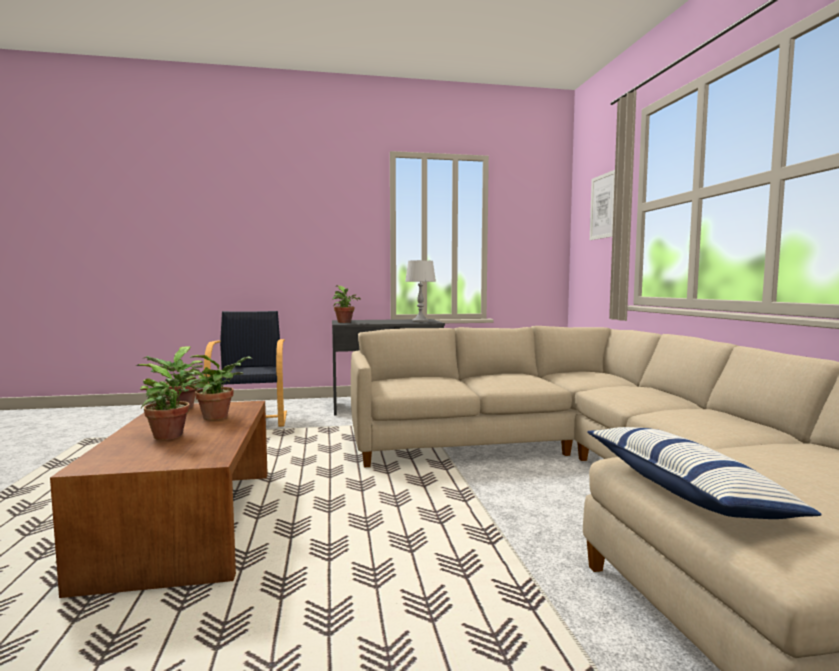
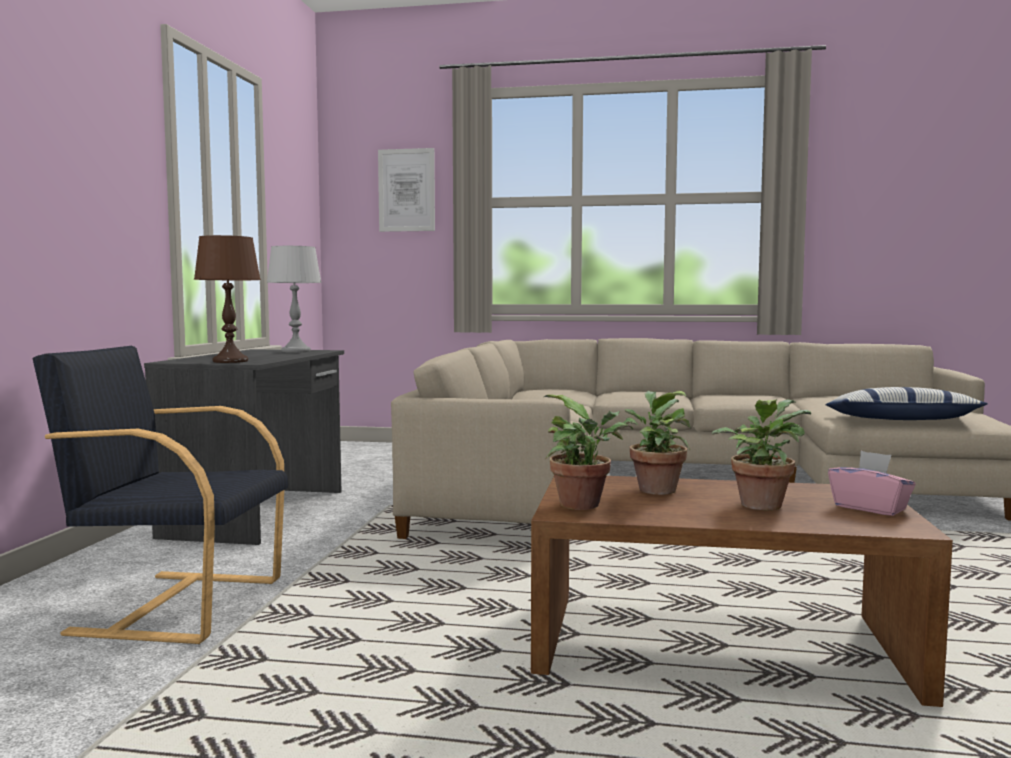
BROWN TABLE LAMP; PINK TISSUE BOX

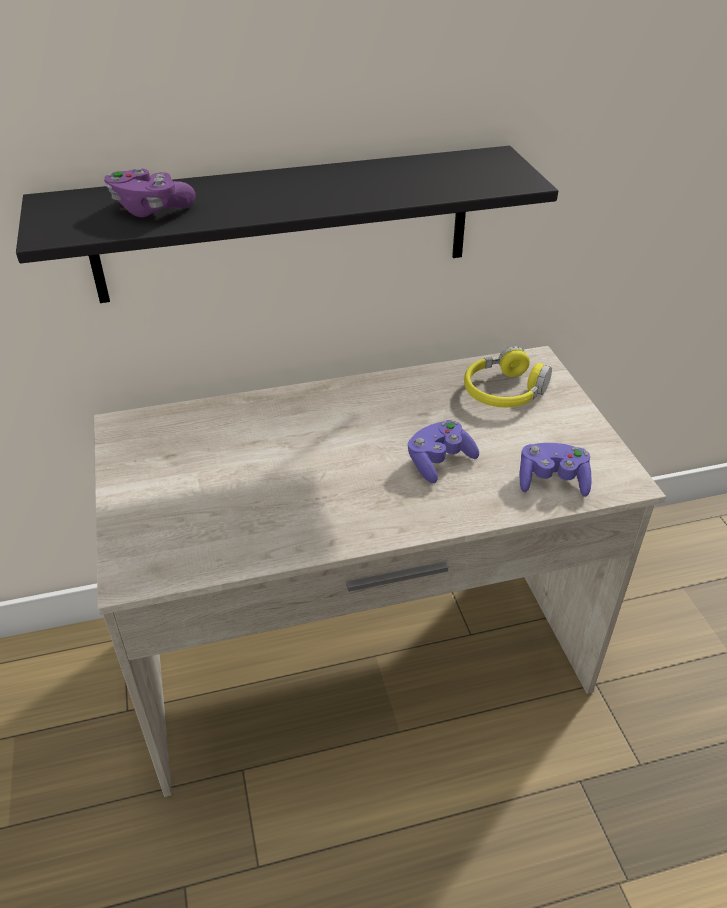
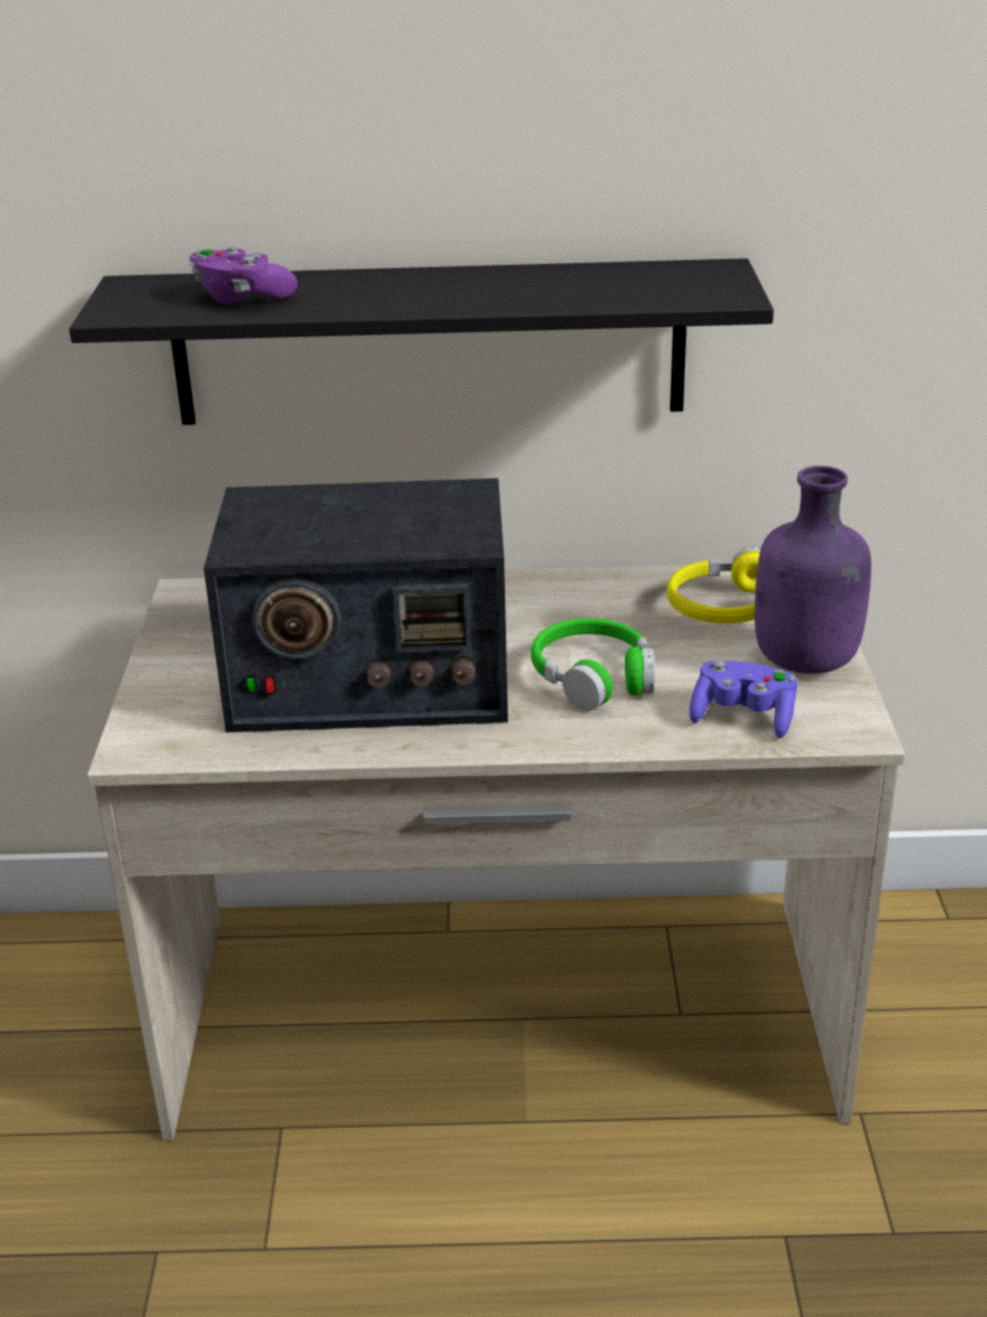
GREEN HEADPHONES; RADIO; PURPLE BOTTLE

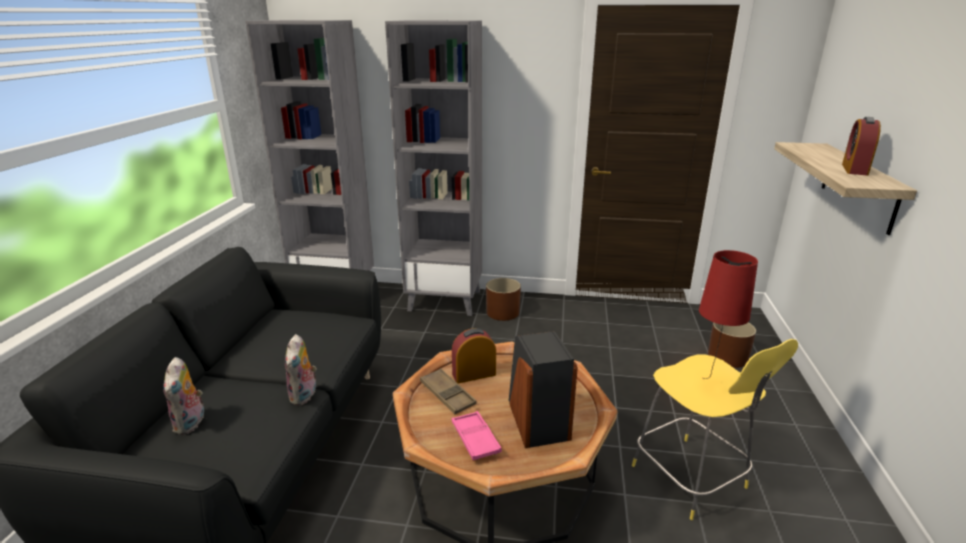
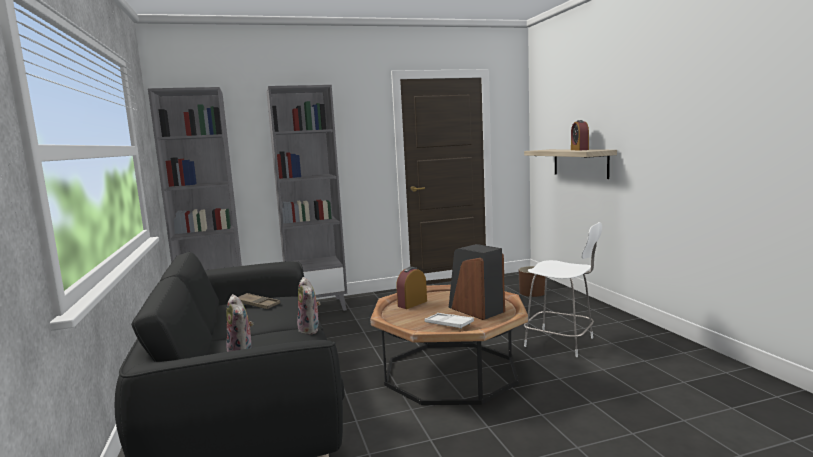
BROWN TRAY; WHITE TRAY; BROWN PLANTER (no. 1 from left in the first image); WHITE STOOL; RED TABLE LAMP

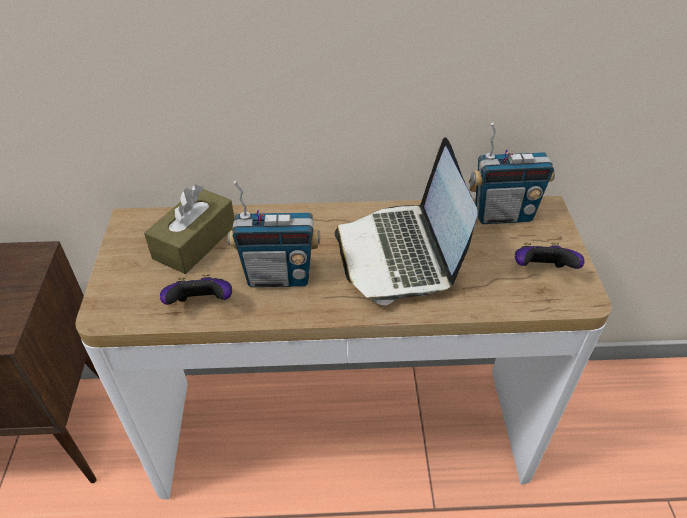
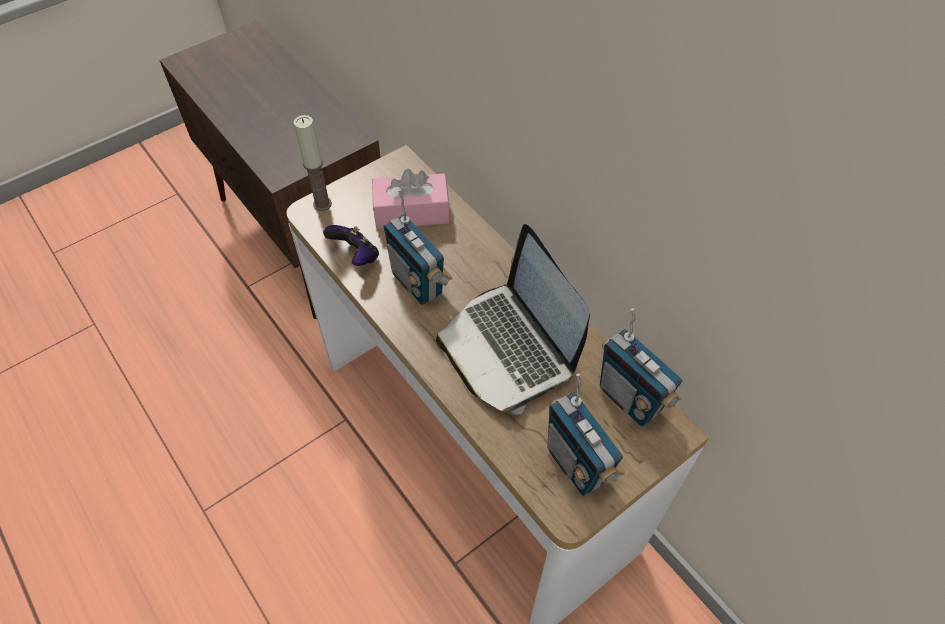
PINK TISSUE BOX; LAPTOP; RADIO (no. 2 from left); CANDLE

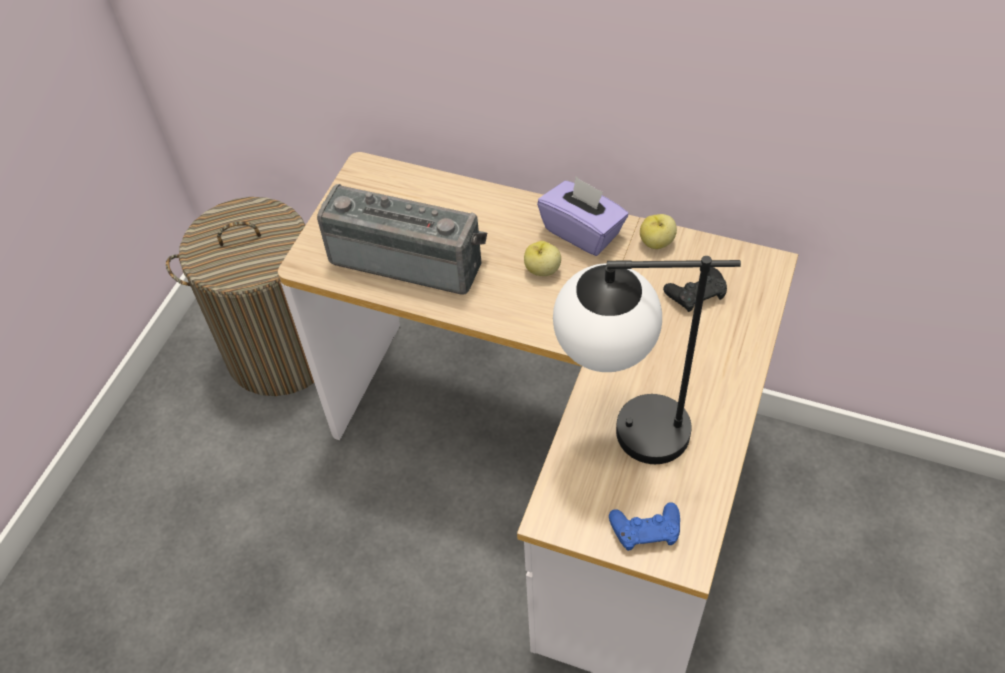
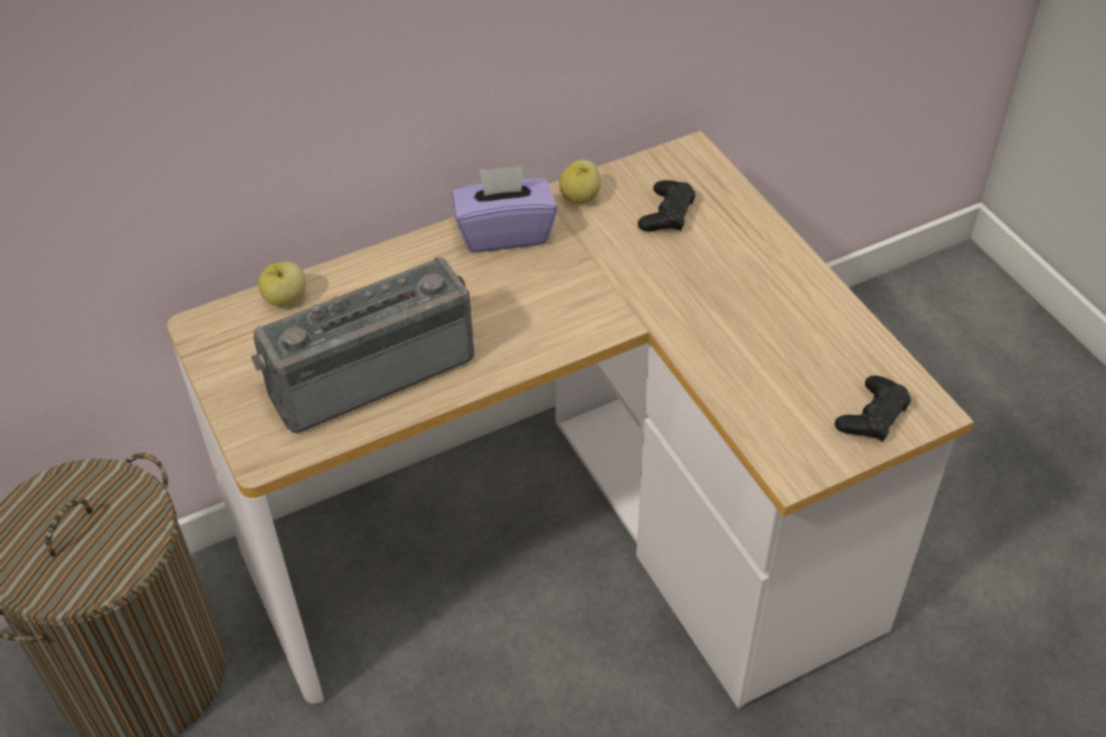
APPLE (no. 1 from left); TABLE LAMP; BLACK GAME CONTROLLER (no. 2 from left)

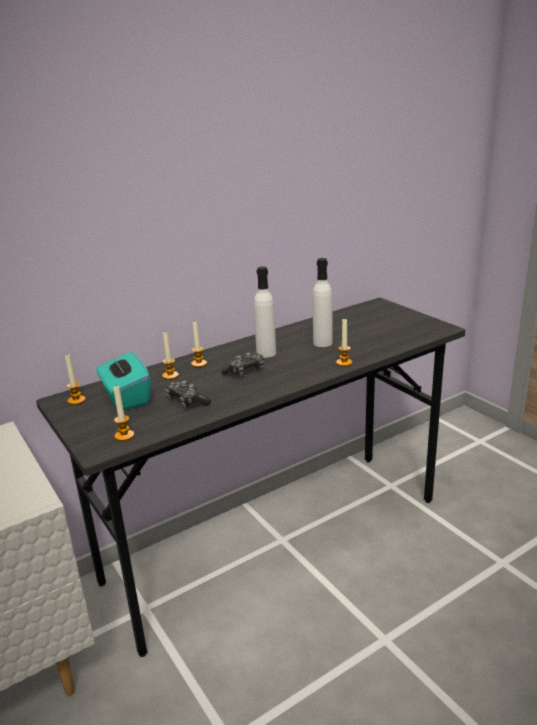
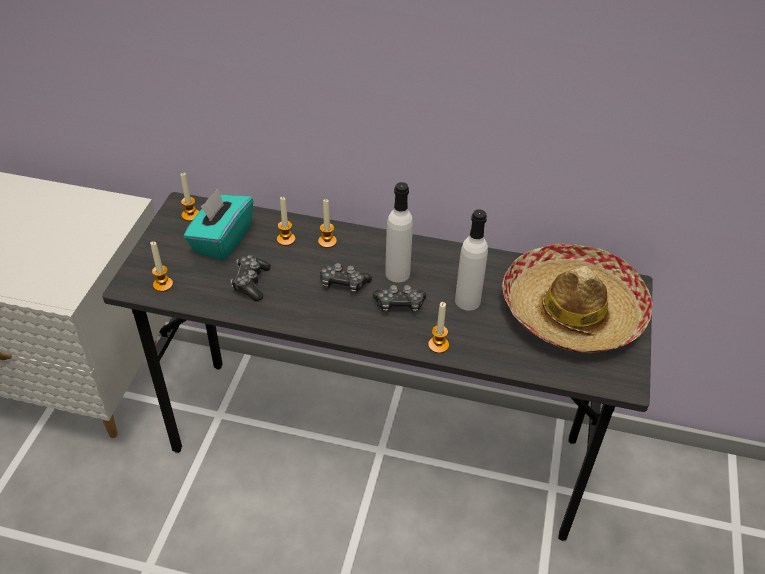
GAME CONTROLLER (no. 3 from left); HAT

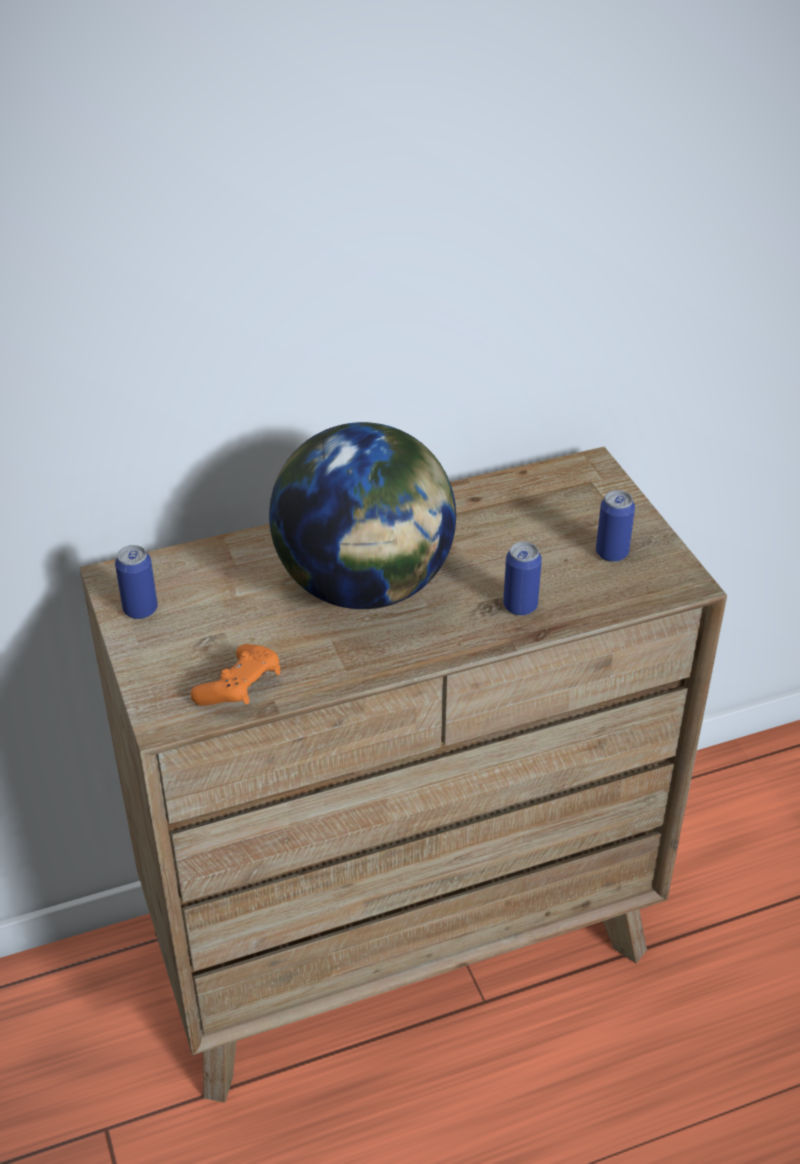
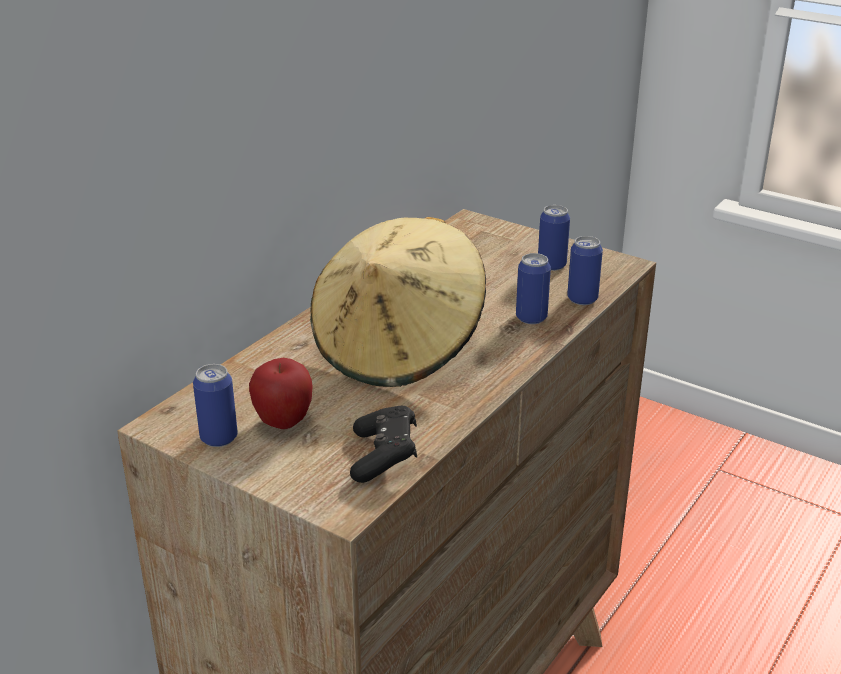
BLACK GAME CONTROLLER; BEIGE HAT; APPLE; CAN (no. 4 from left)

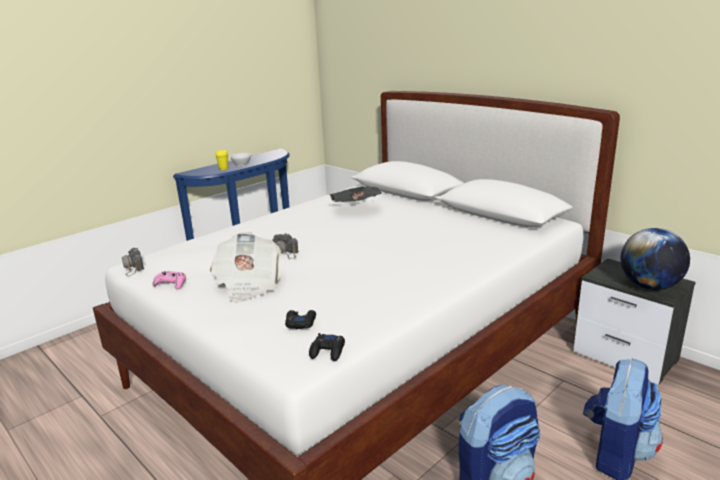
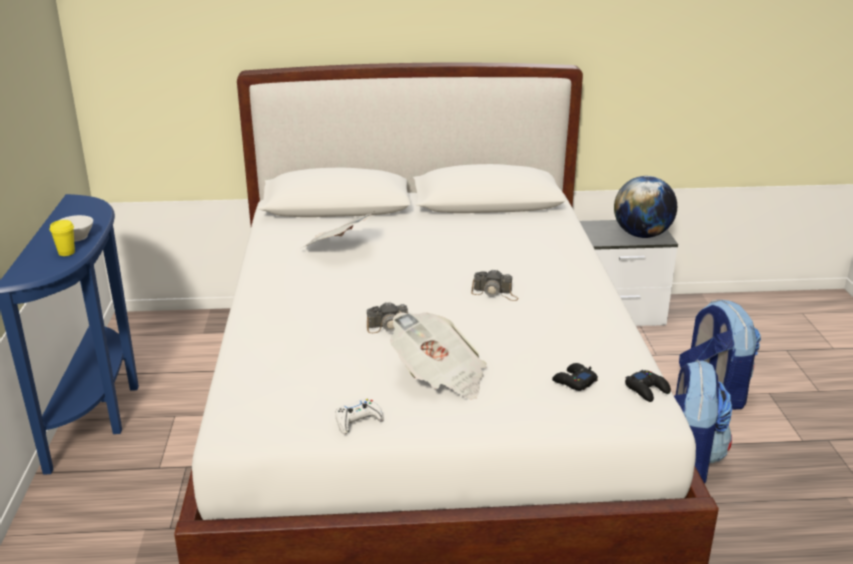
PHOTO CAMERA (no. 2 from left); WHITE GAME CONTROLLER

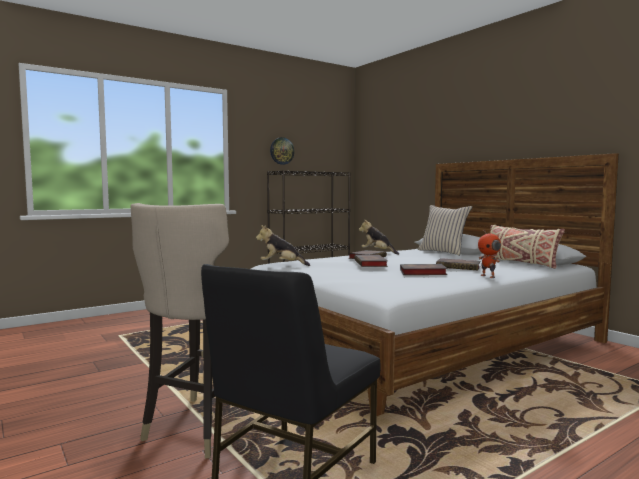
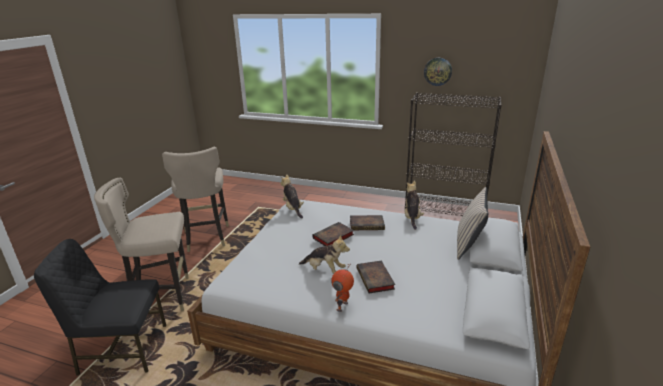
PLUSH TOY (no. 2 from left); BEIGE PILLOW (no. 2 from left in the first image); BEIGE STOOL (no. 2 from left)

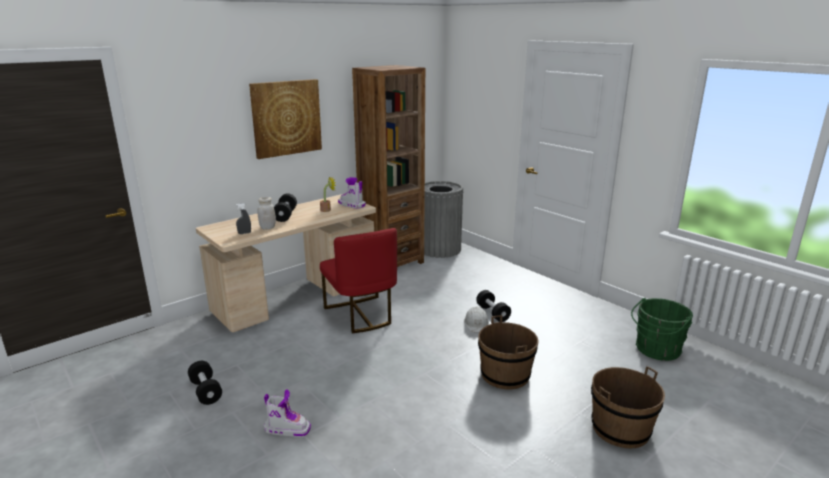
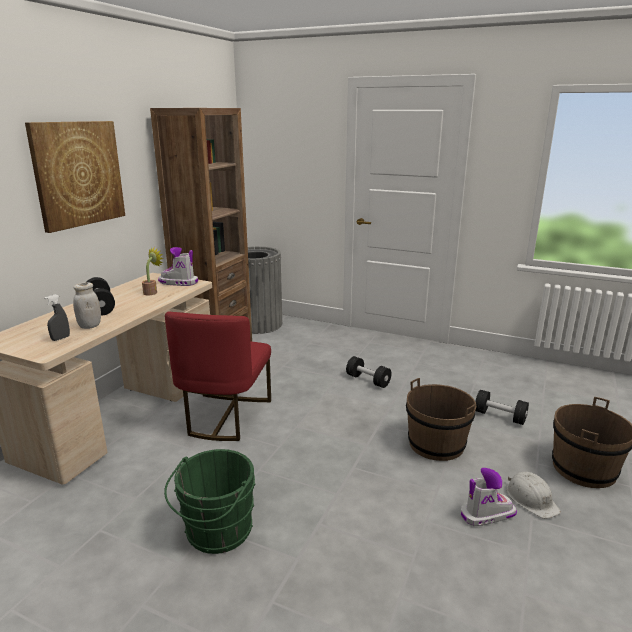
BLACK DUMBBELL (no. 3 from left); BOOT (no. 2 from left); RED CHAIR; WHITE HARD HAT; GREEN BUCKET

